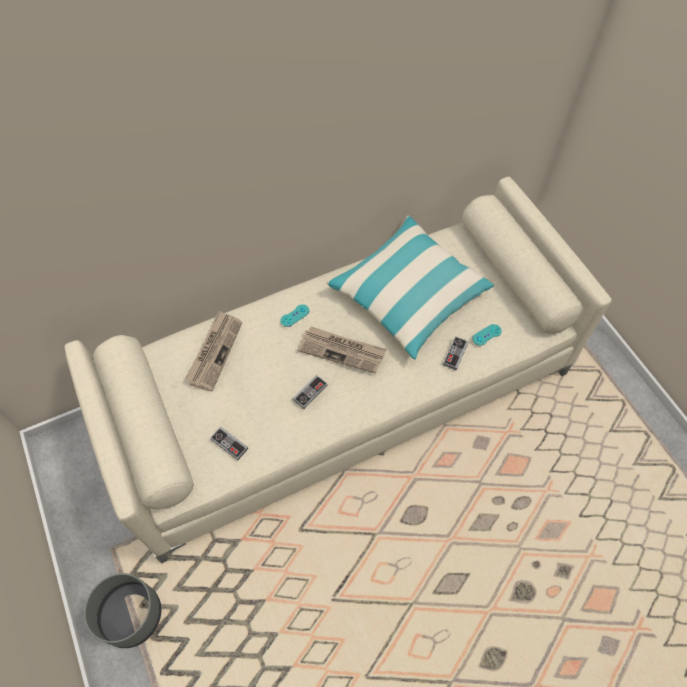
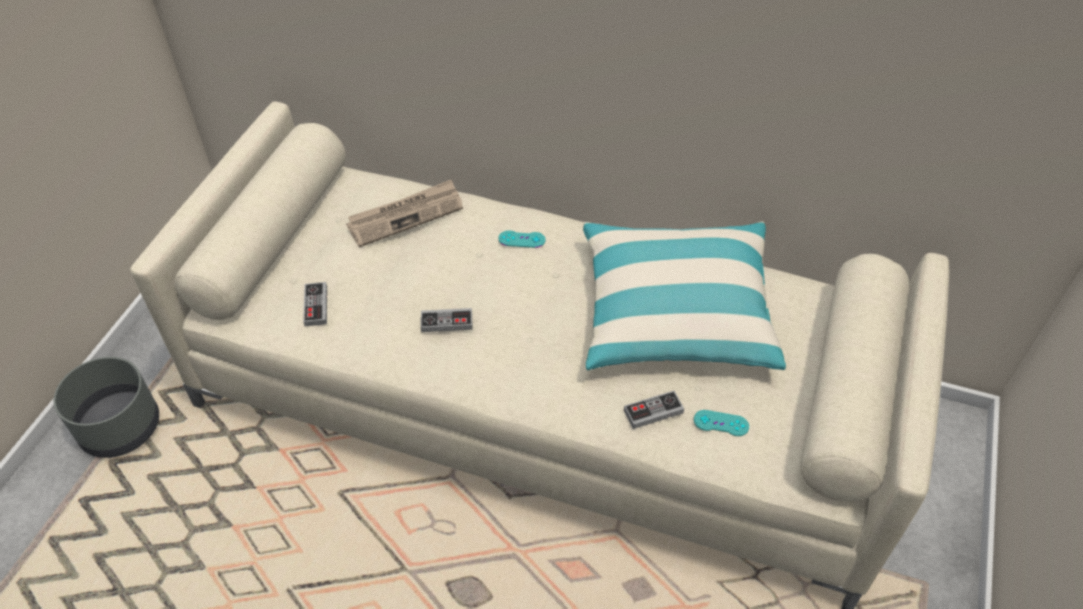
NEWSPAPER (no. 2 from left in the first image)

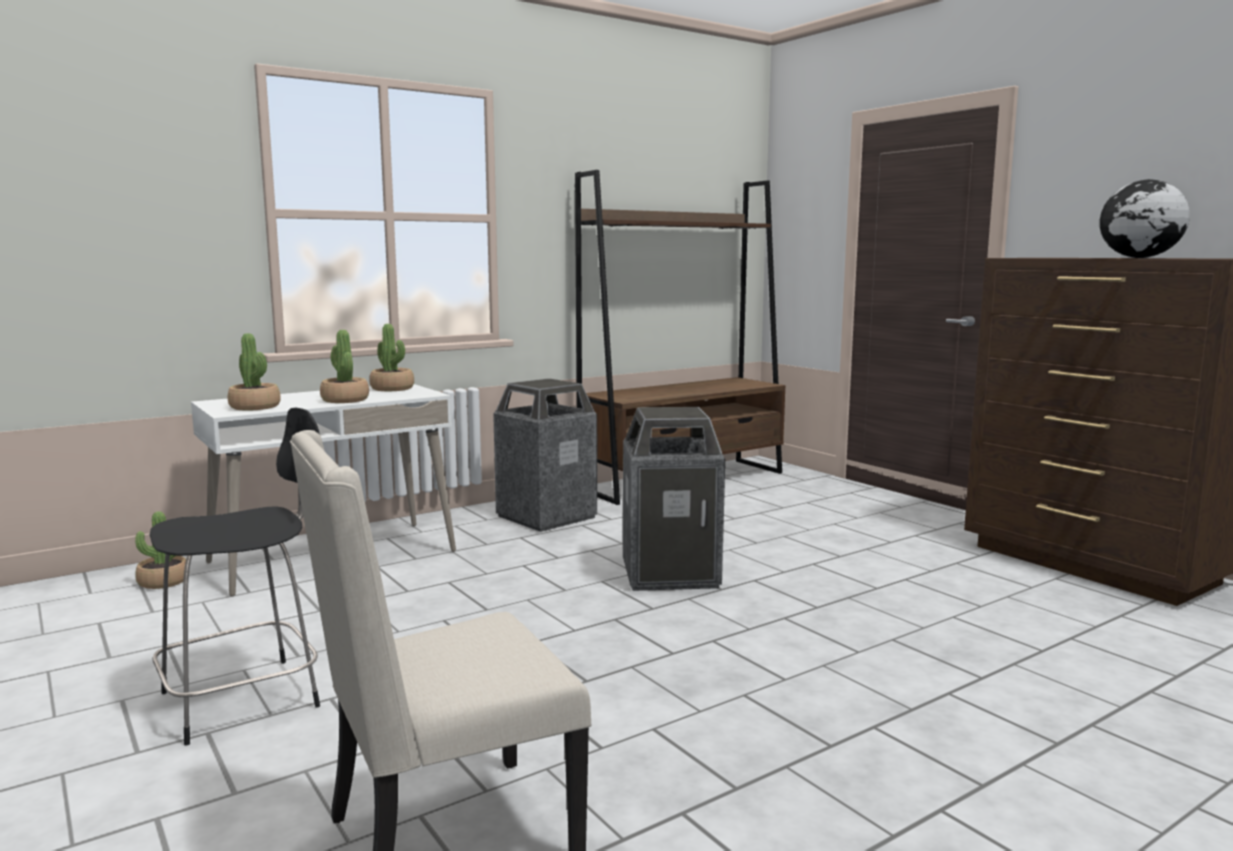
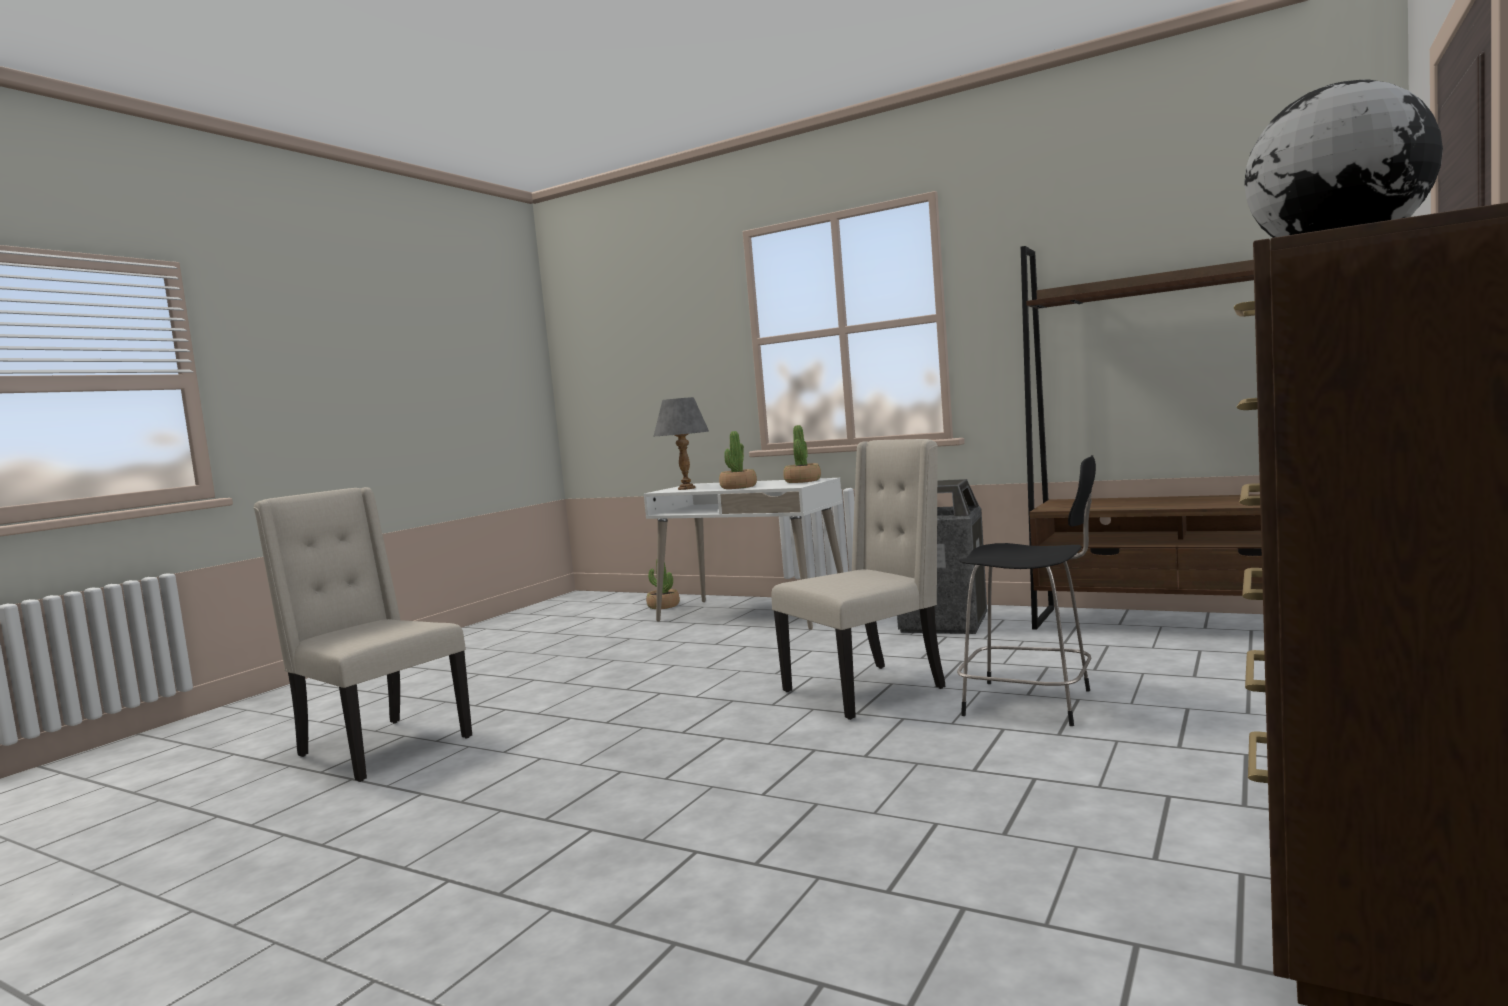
BLACK STOOL; GREY TABLE LAMP; BEIGE CHAIR (no. 2 from left)

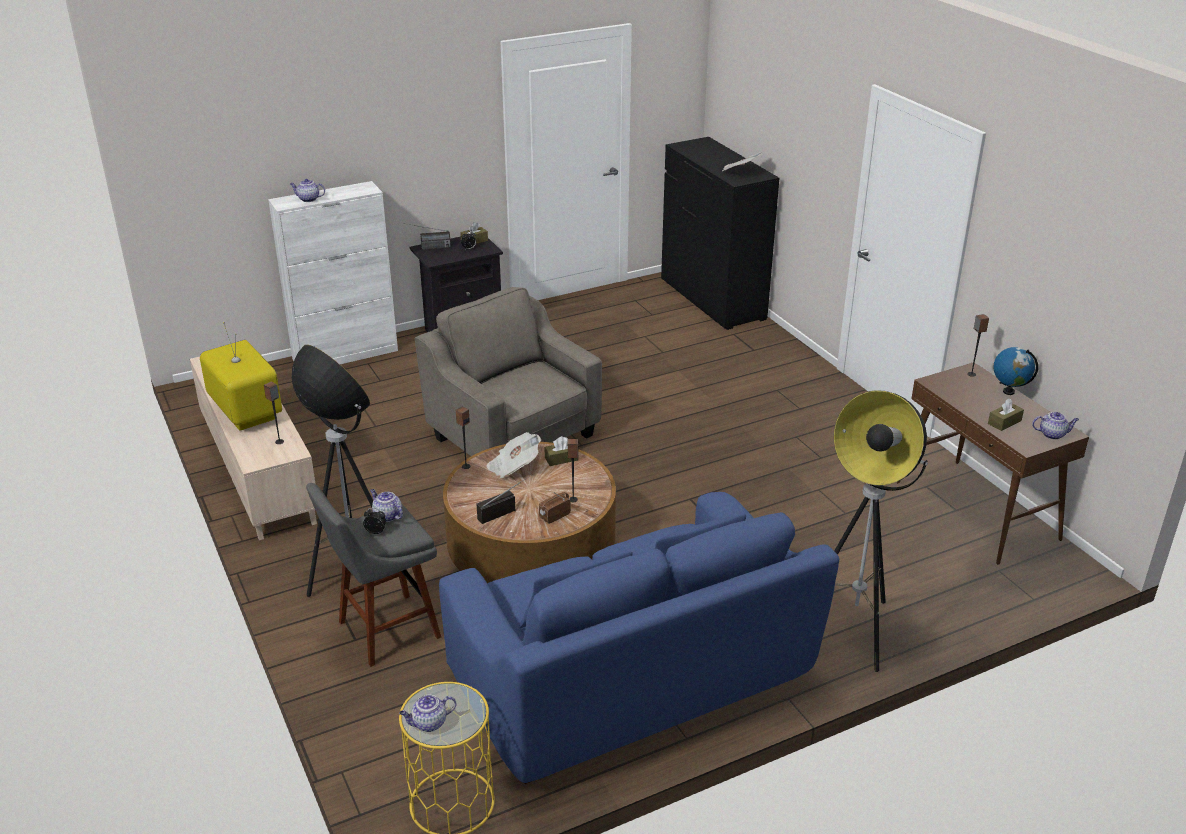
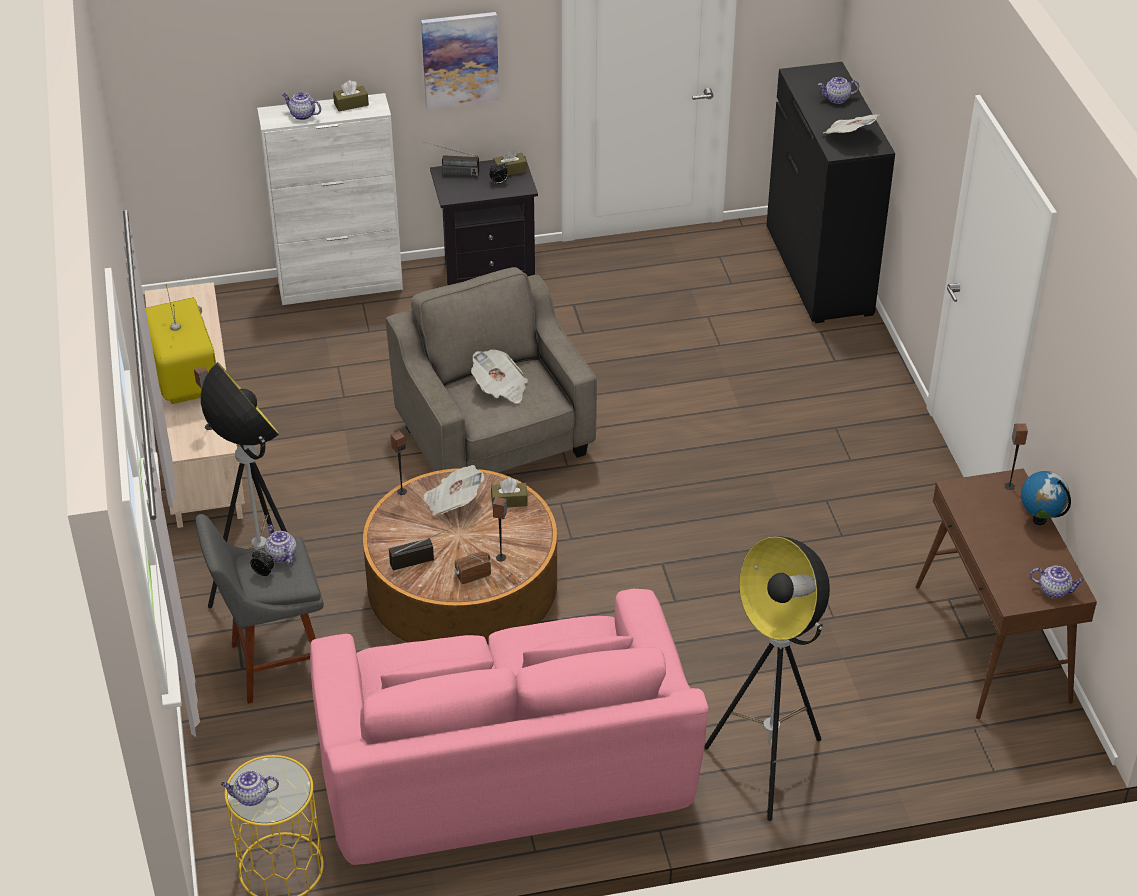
PINK SOFA; BROWN TISSUE BOX (no. 1 from left); PICTURE; NEWSPAPER (no. 2 from left); TEAPOT (no. 4 from left)

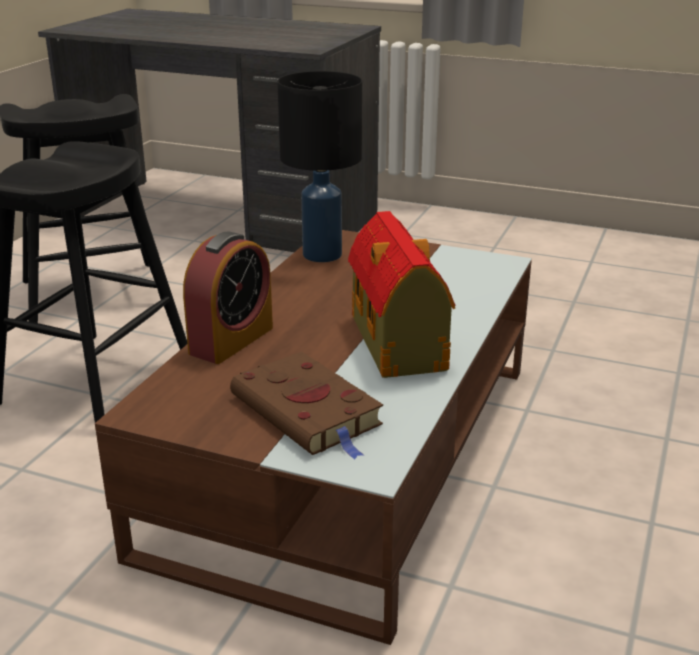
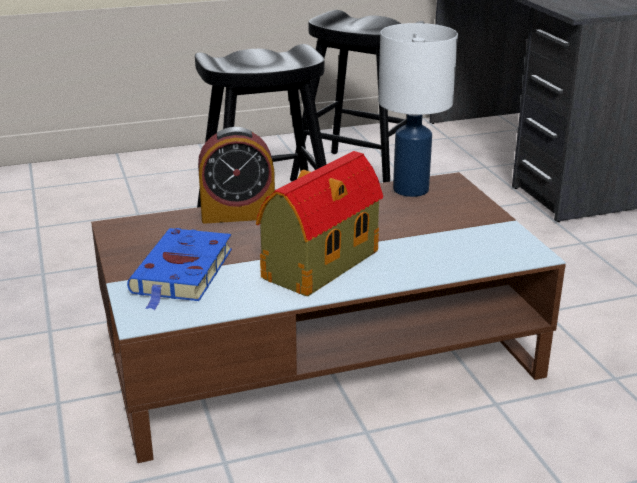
BLUE BOOK; WHITE TABLE LAMP

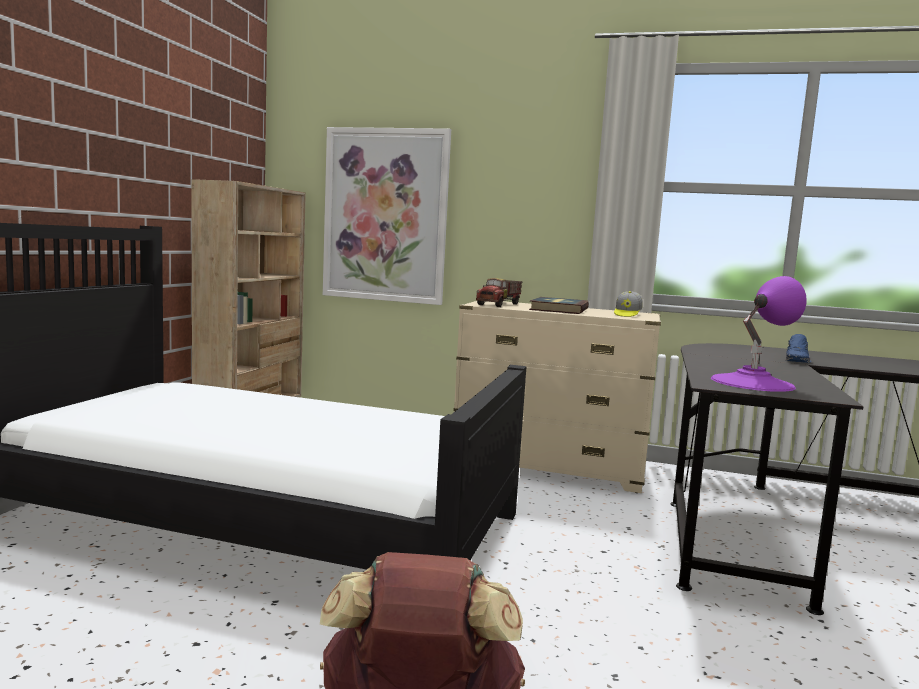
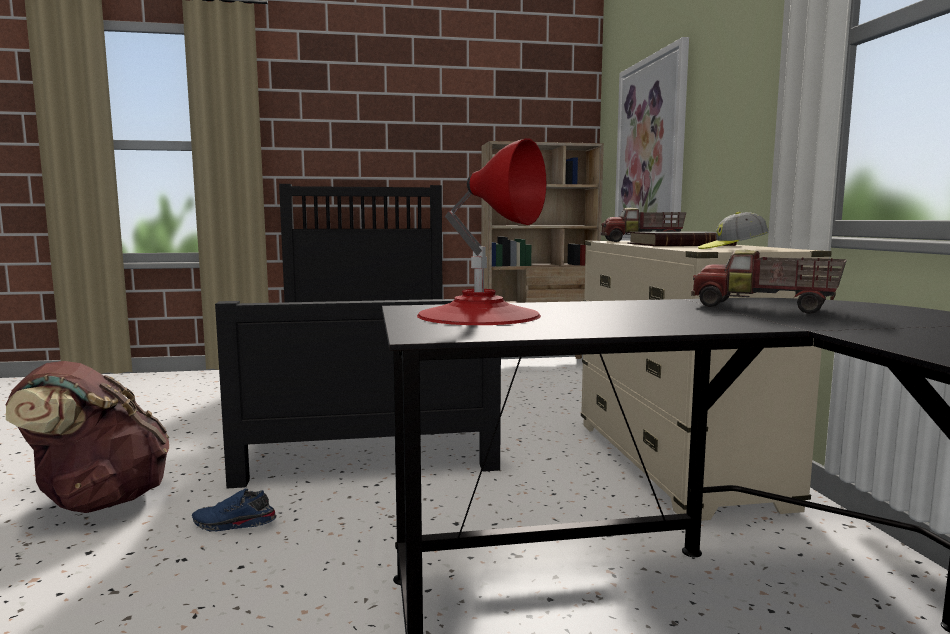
RED TABLE LAMP; BLUE SHOE; TOY TRUCK (no. 2 from left)

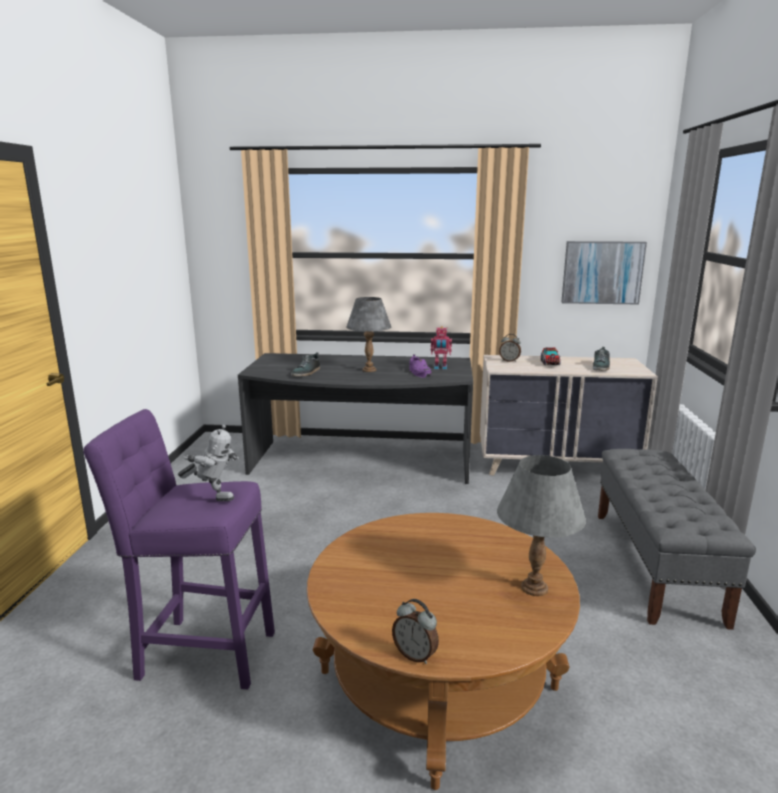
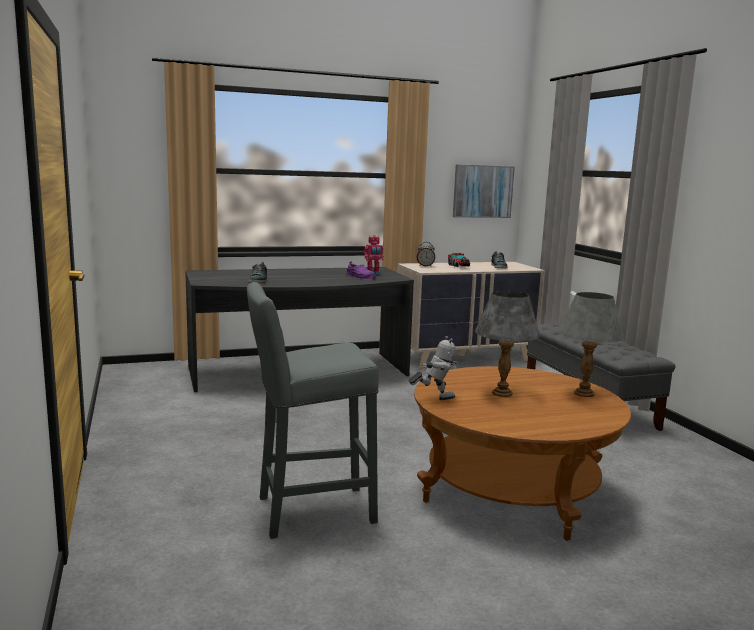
GREY STOOL; TOY ROBOT (no. 2 from left); GREY TABLE LAMP (no. 1 from left); ALARM CLOCK (no. 1 from left in the first image)

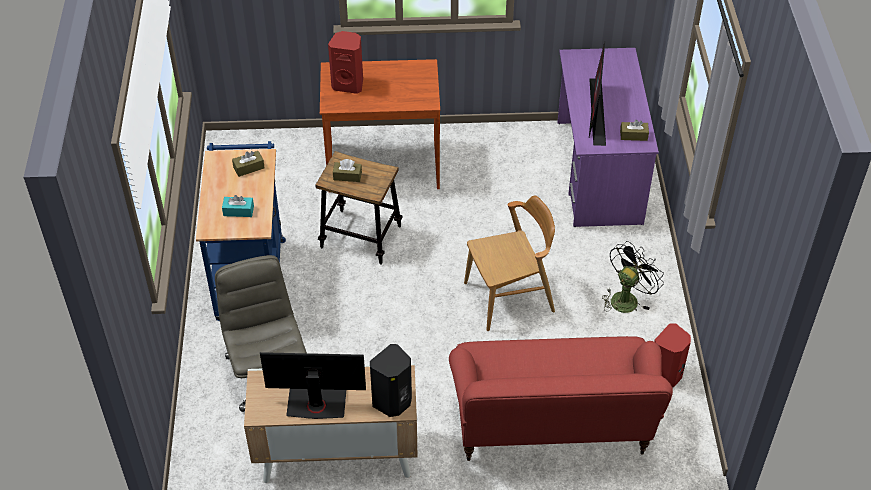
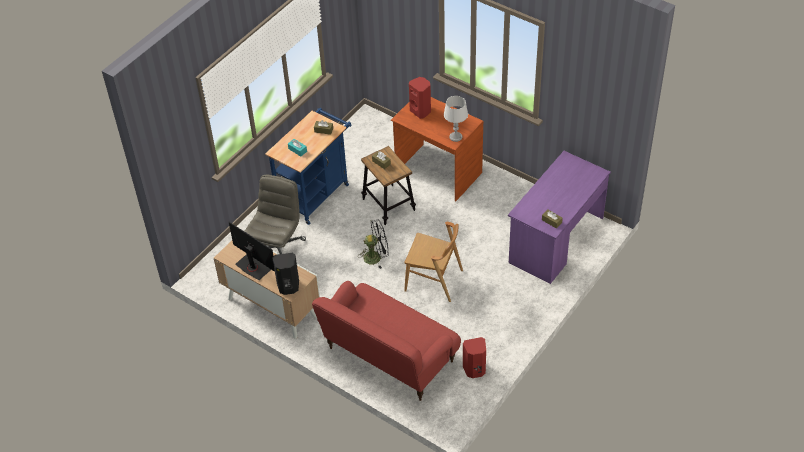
MONITOR (no. 2 from left in the first image); BLACK FAN; GREY TABLE LAMP

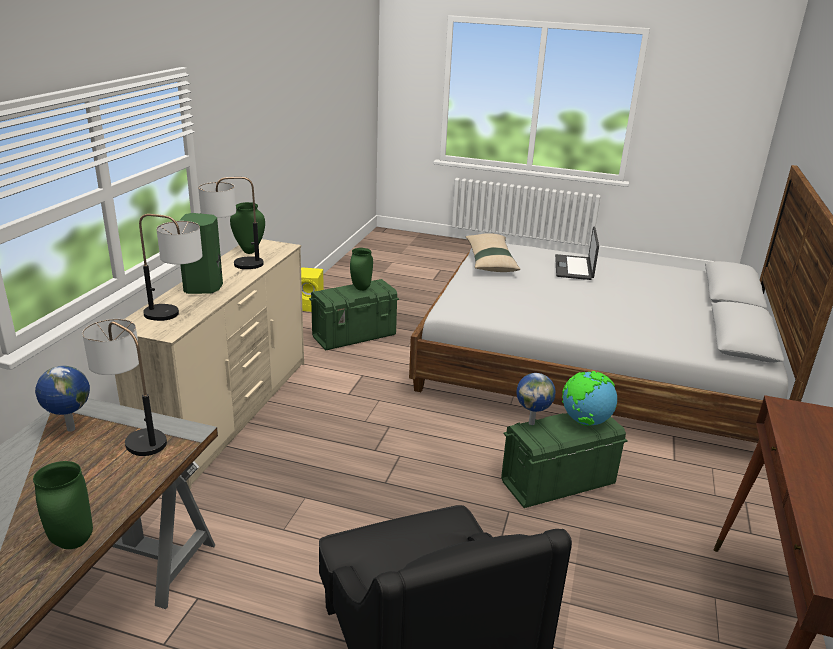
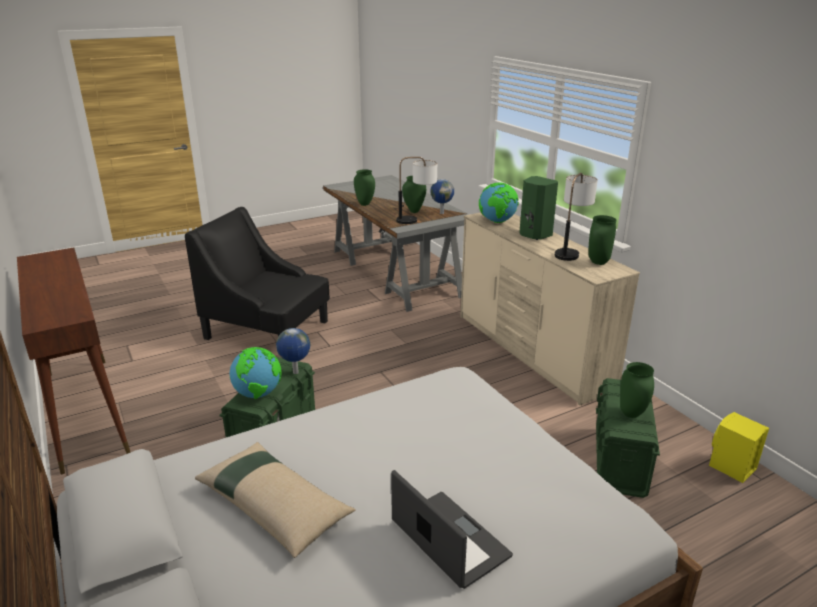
GLOBE (no. 4 from left); BEIGE PILLOW; GREEN VASE (no. 2 from left)

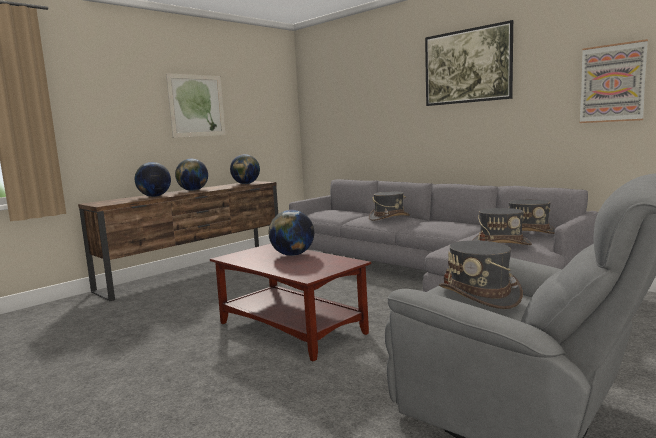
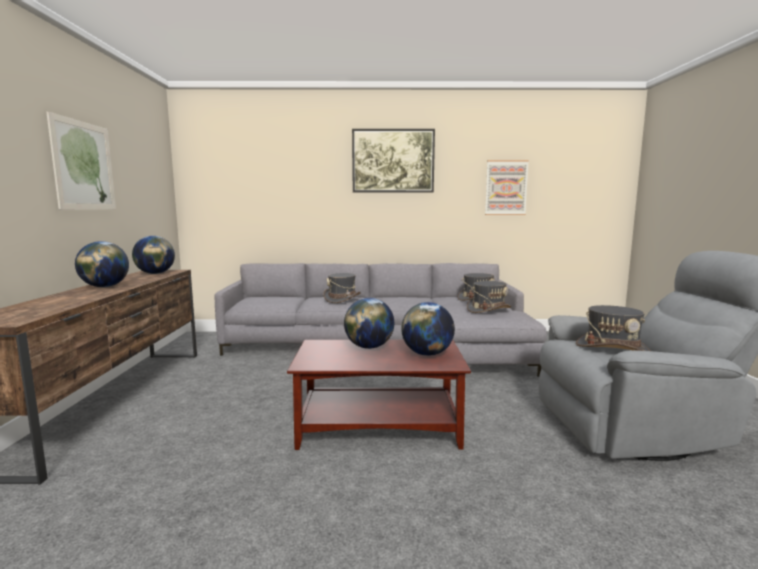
GLOBE (no. 4 from left)

